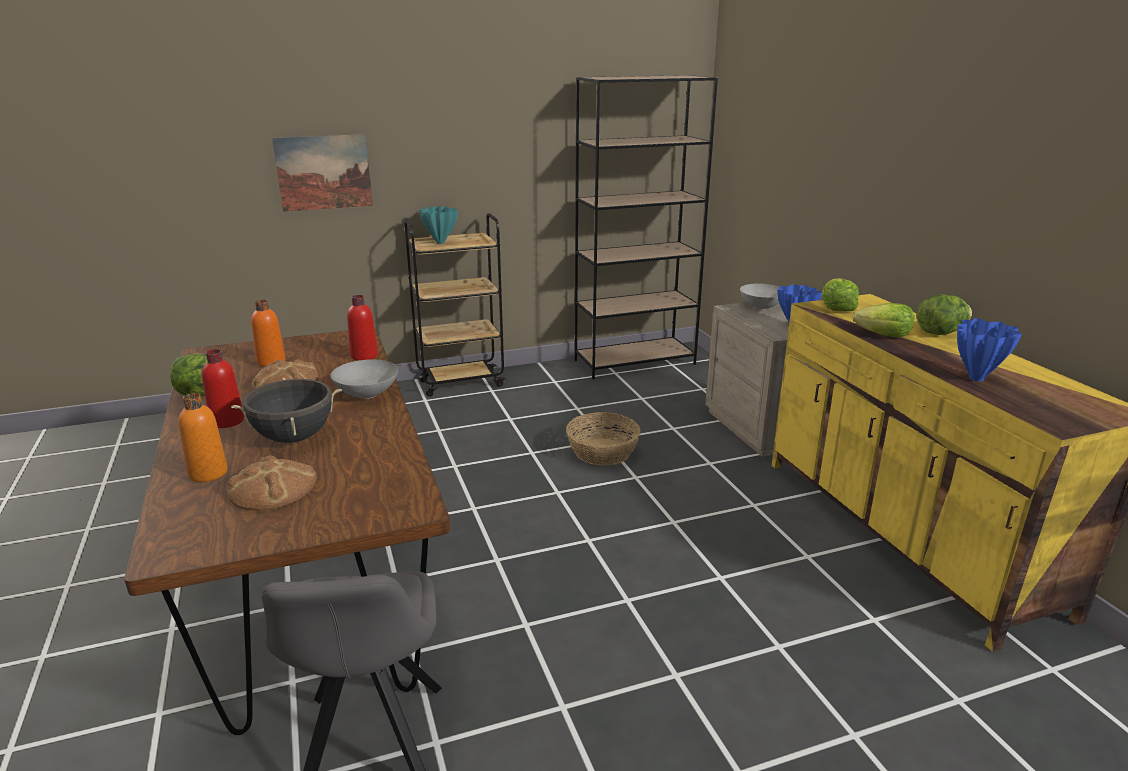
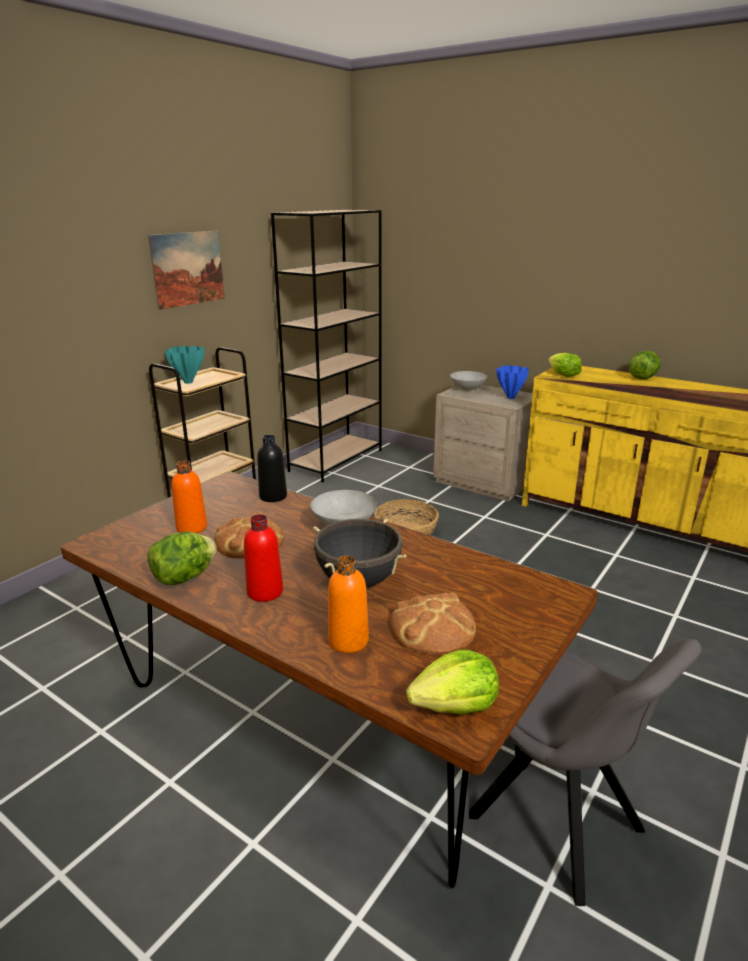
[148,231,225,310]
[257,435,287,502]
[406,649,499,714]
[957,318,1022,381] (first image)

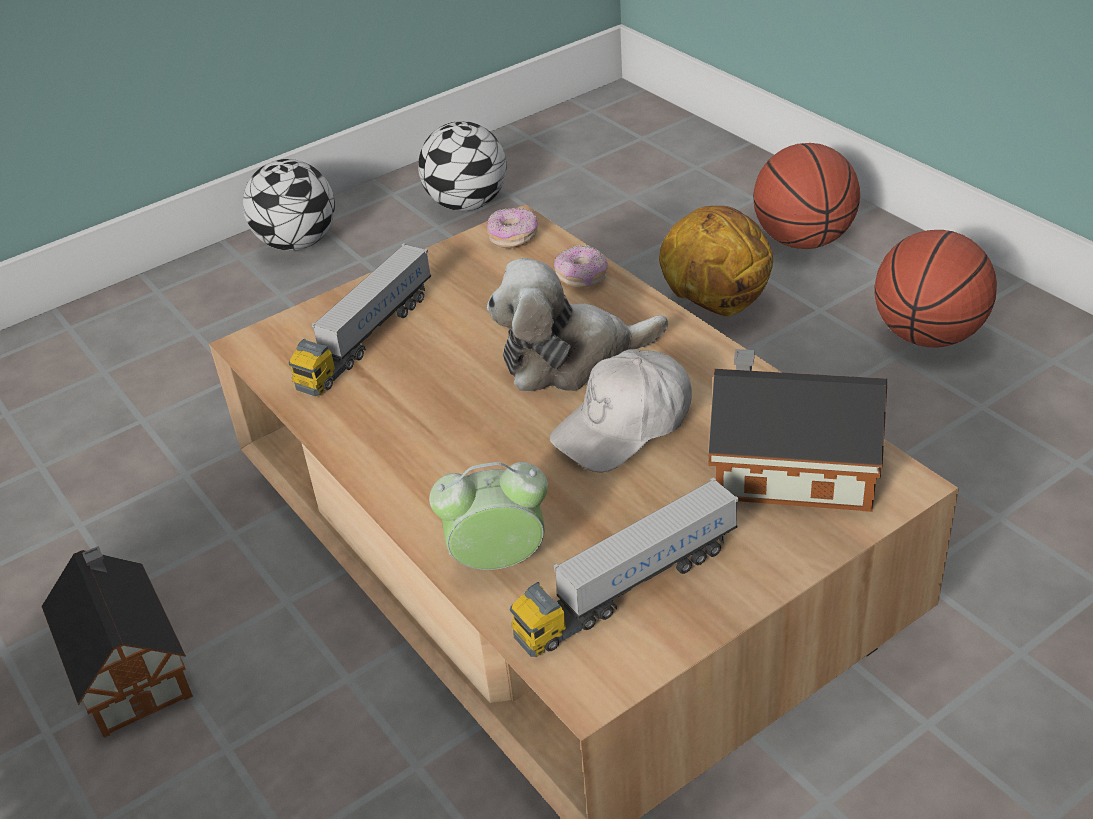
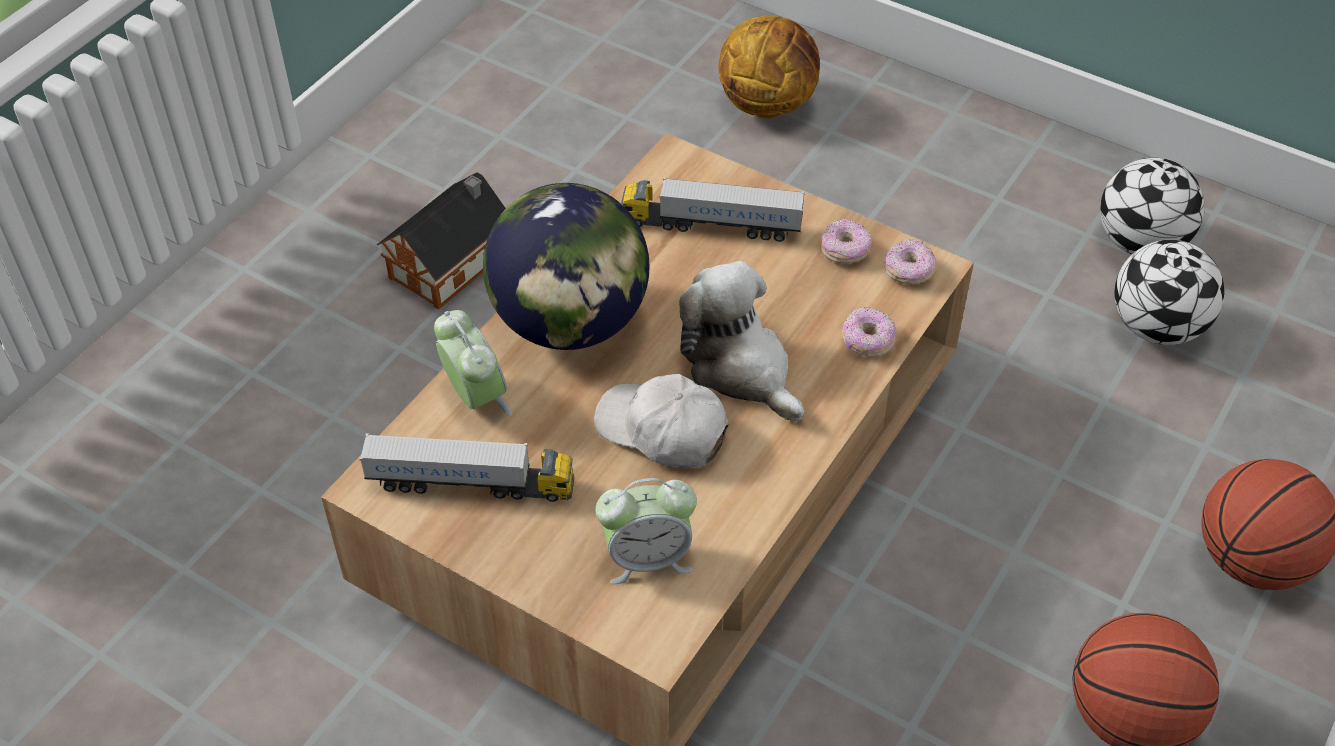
[359,433,574,502]
[483,183,649,350]
[595,478,697,584]
[718,15,820,118]
[821,219,872,264]
[1115,240,1224,345]

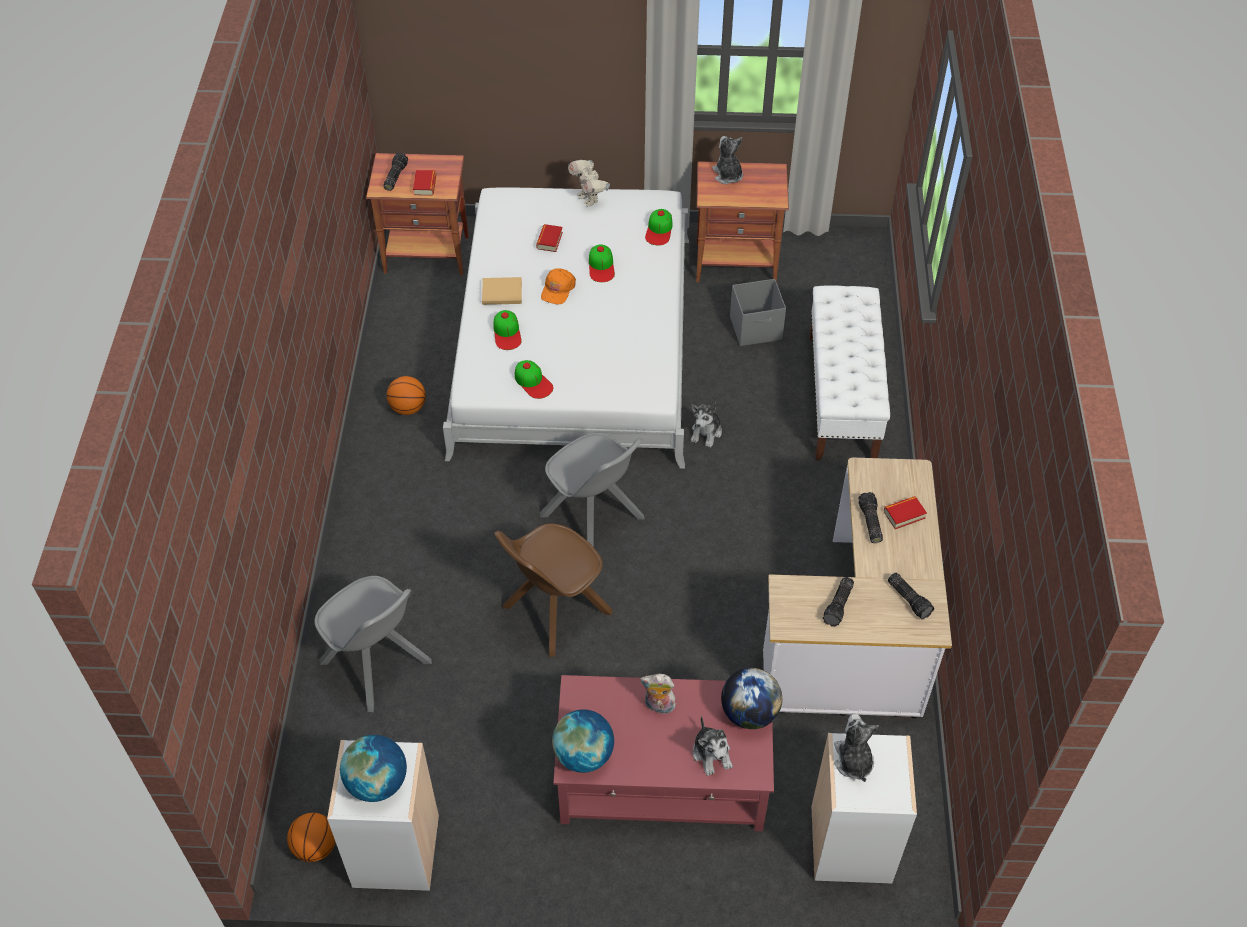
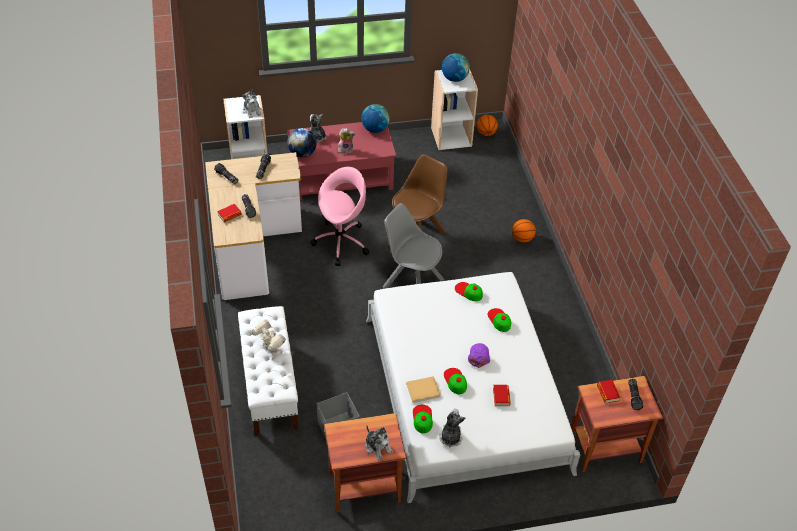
[251,319,286,354]
[310,167,369,266]
[406,376,441,403]
[439,409,466,448]
[468,343,490,368]
[512,219,536,243]
[314,576,432,712] (first image)

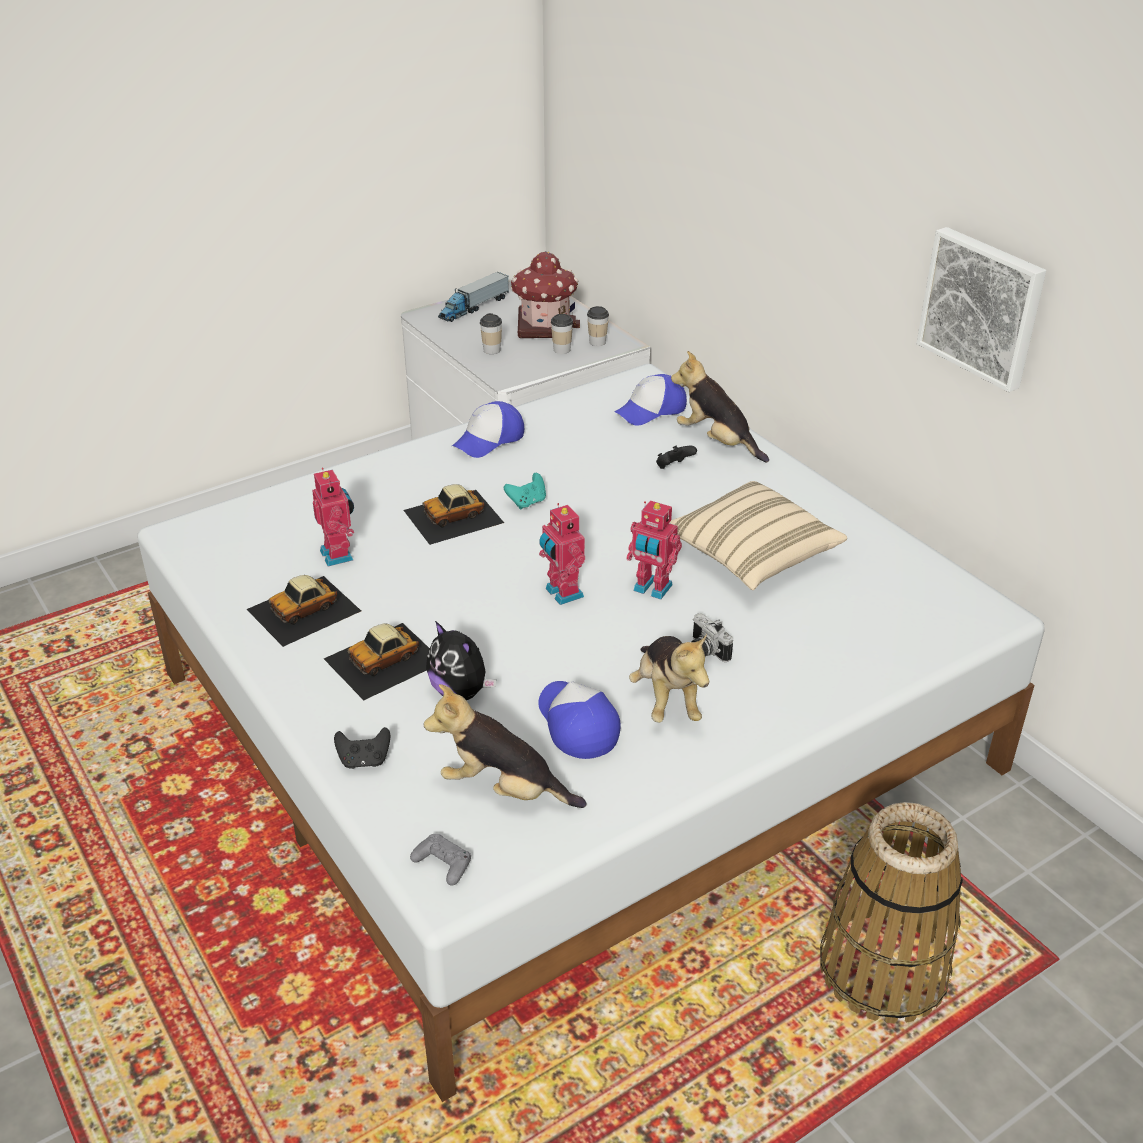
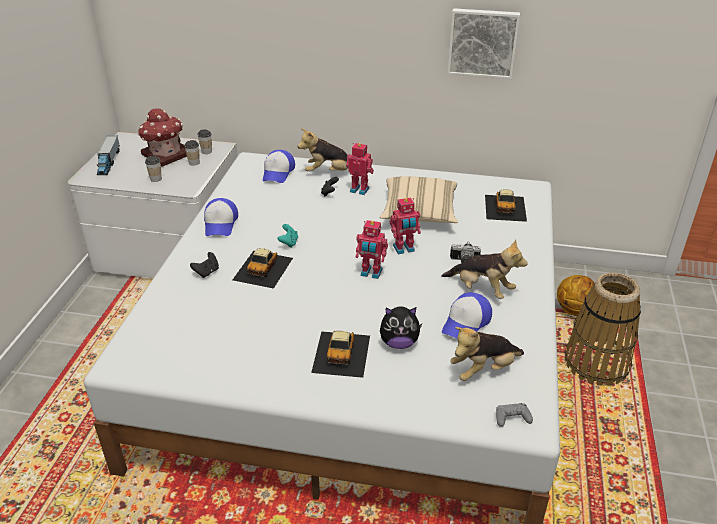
[190,252,219,278]
[346,143,374,195]
[442,292,492,339]
[485,189,527,222]
[557,275,594,316]

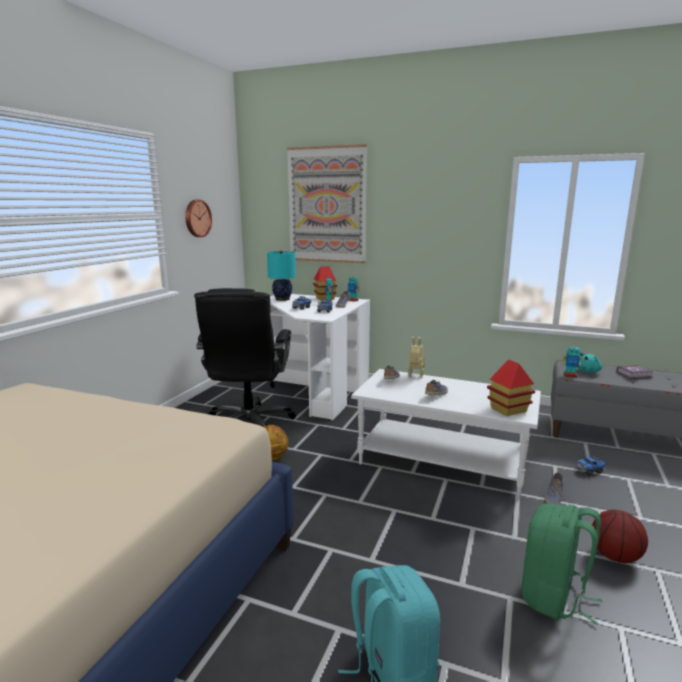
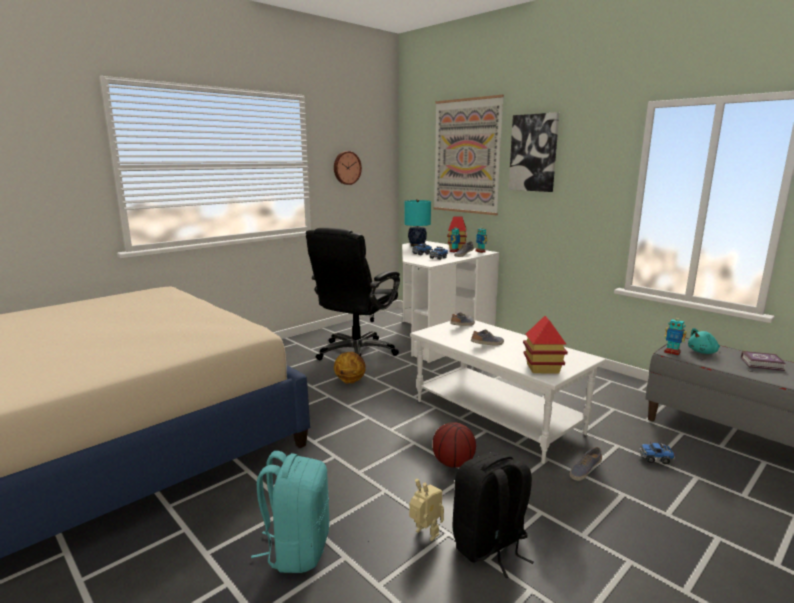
[409,479,444,541]
[432,422,476,468]
[453,452,534,578]
[509,112,559,192]

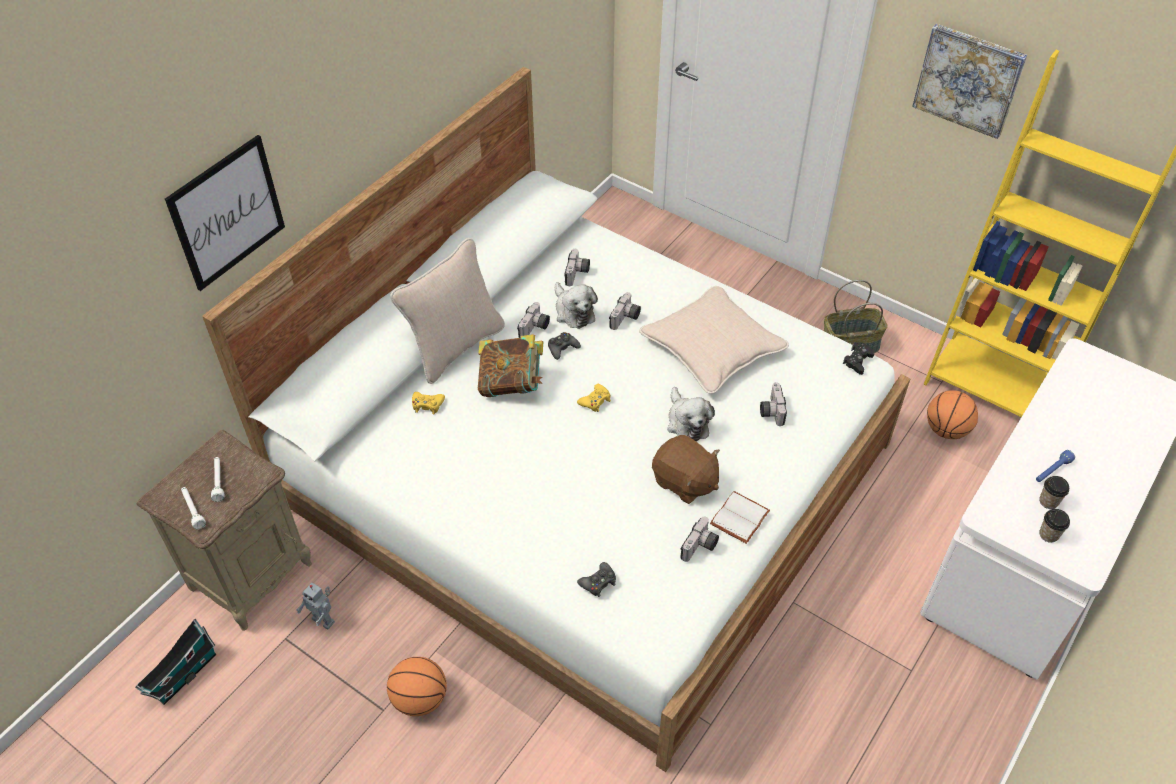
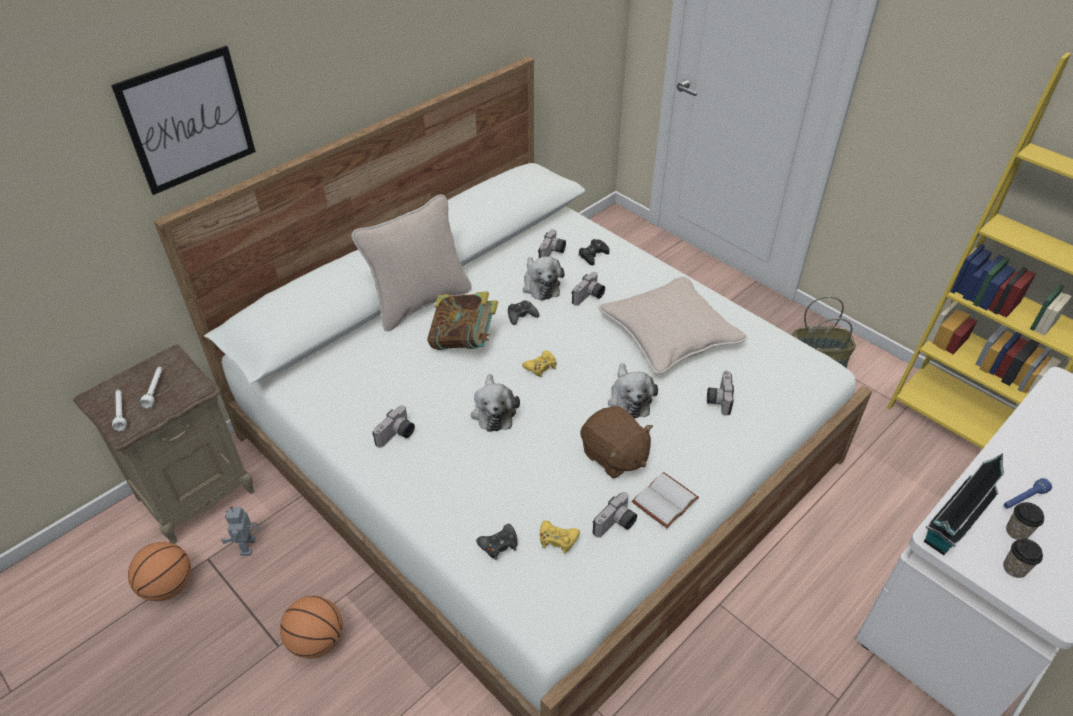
[128,542,191,601]
[221,506,259,556]
[372,405,415,448]
[471,374,520,432]
[540,521,580,554]
[579,239,609,266]
[923,453,1004,555]
[912,24,1027,139] (first image)

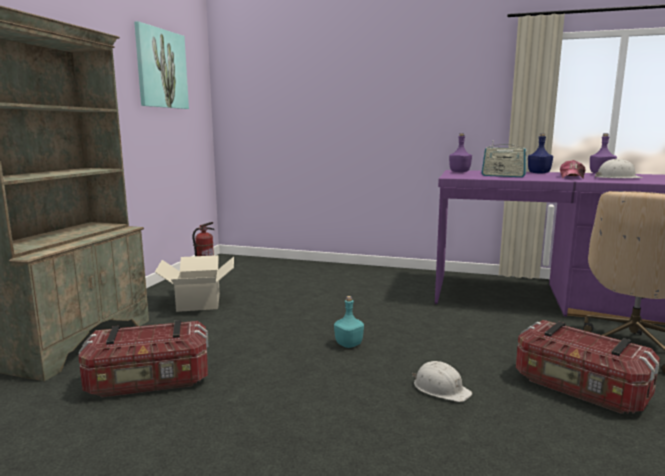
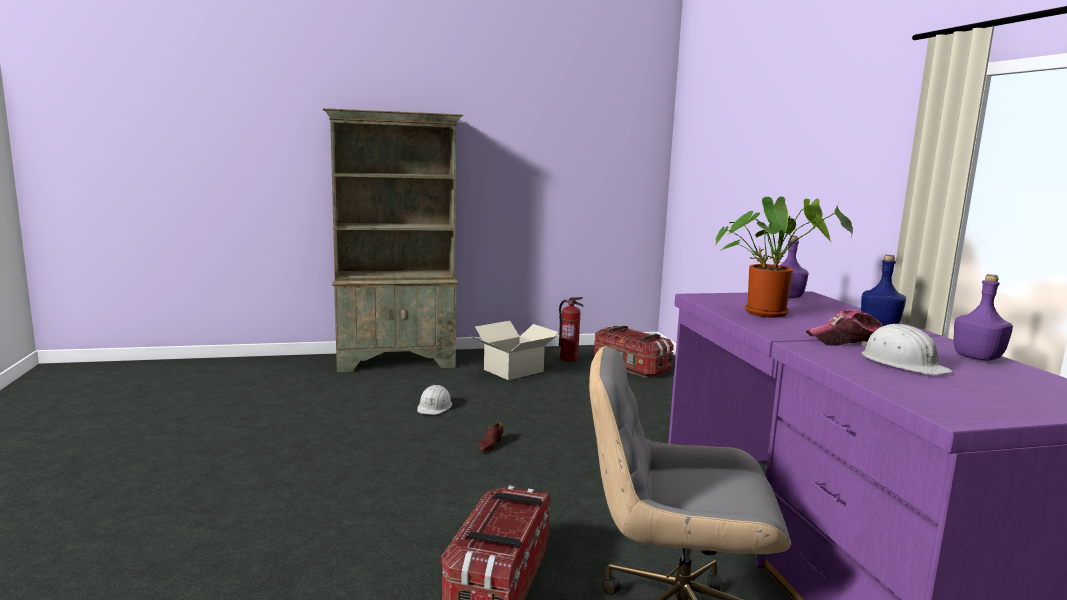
[417,385,452,415]
[479,422,503,452]
[594,325,674,378]
[716,196,853,318]
[134,21,189,109] (first image)

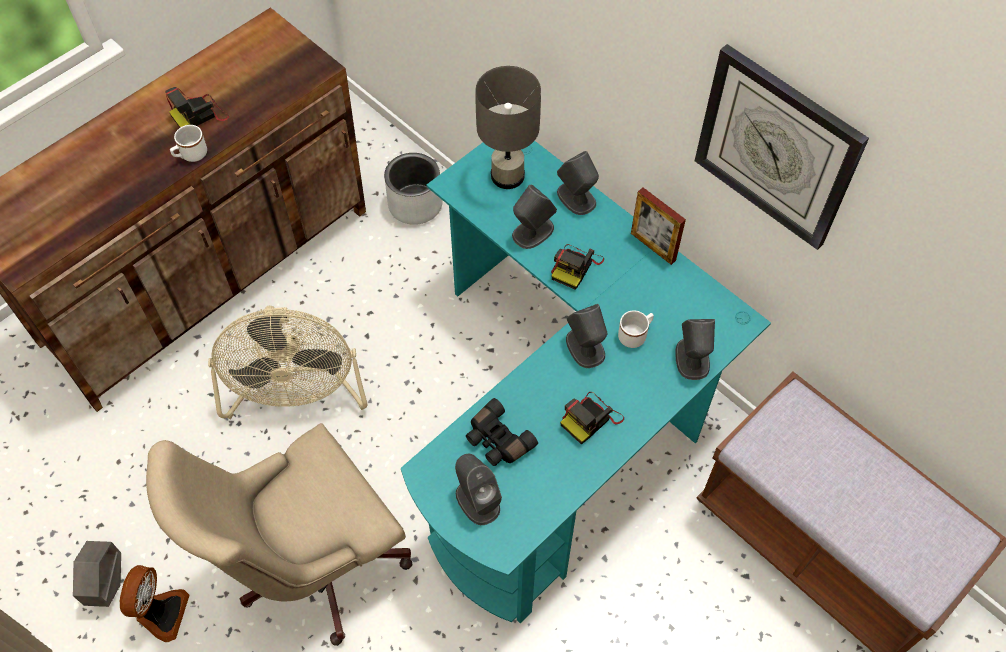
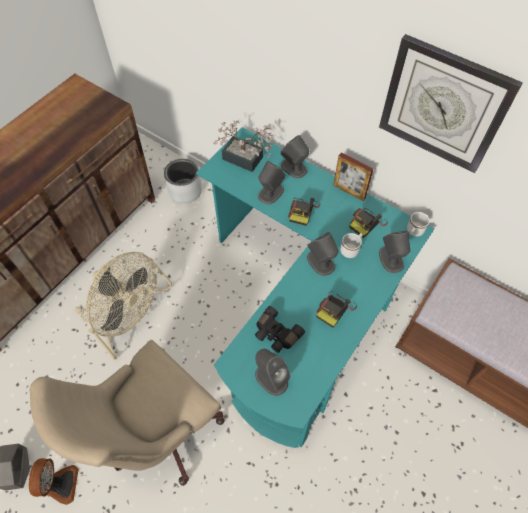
[75,252,172,360]
[213,120,276,172]
[349,208,388,238]
[407,212,430,236]

